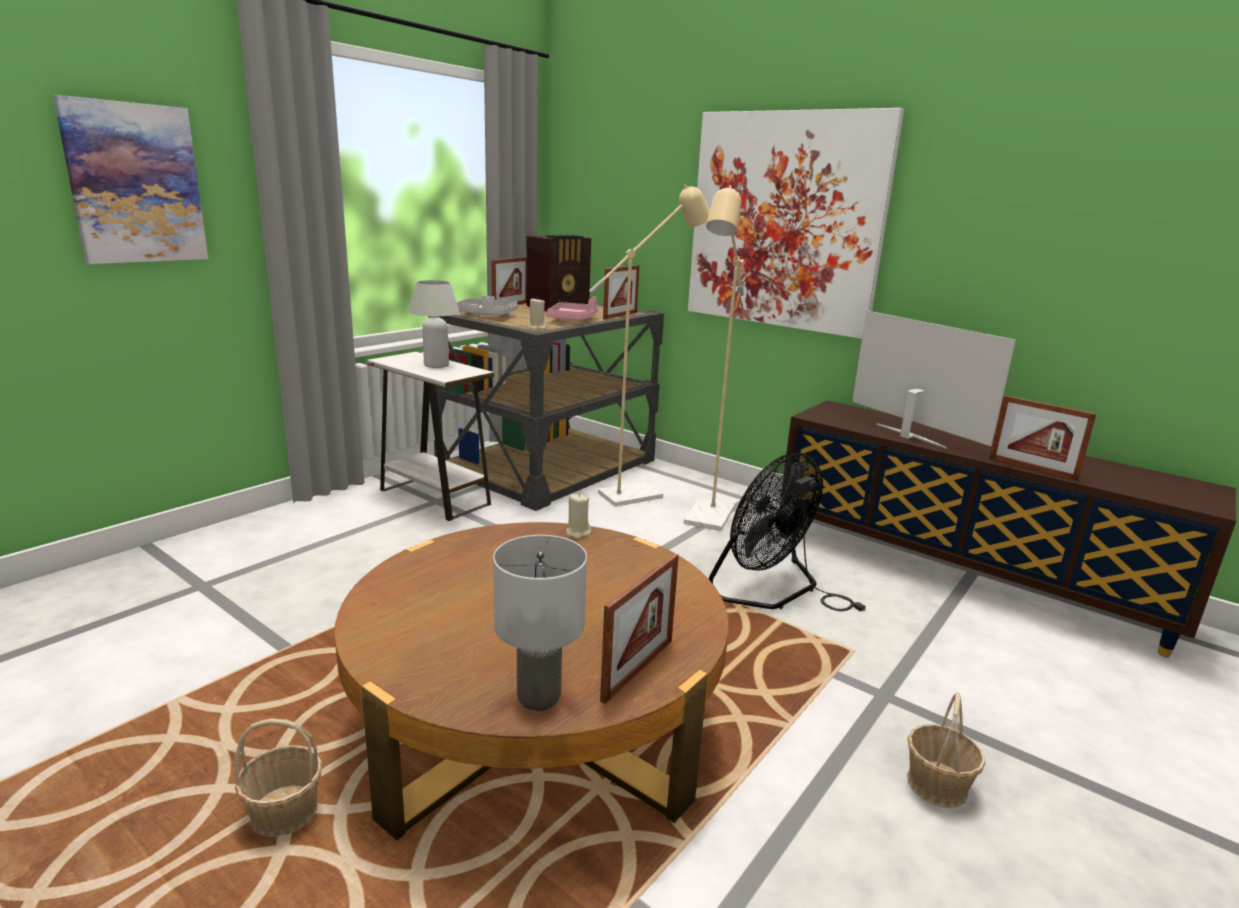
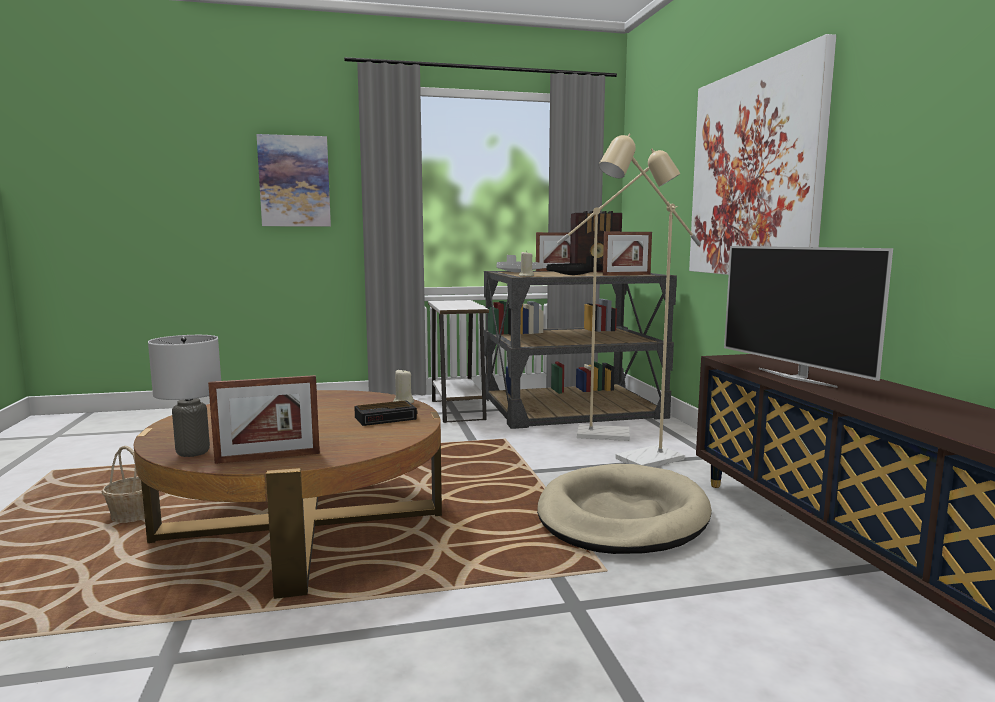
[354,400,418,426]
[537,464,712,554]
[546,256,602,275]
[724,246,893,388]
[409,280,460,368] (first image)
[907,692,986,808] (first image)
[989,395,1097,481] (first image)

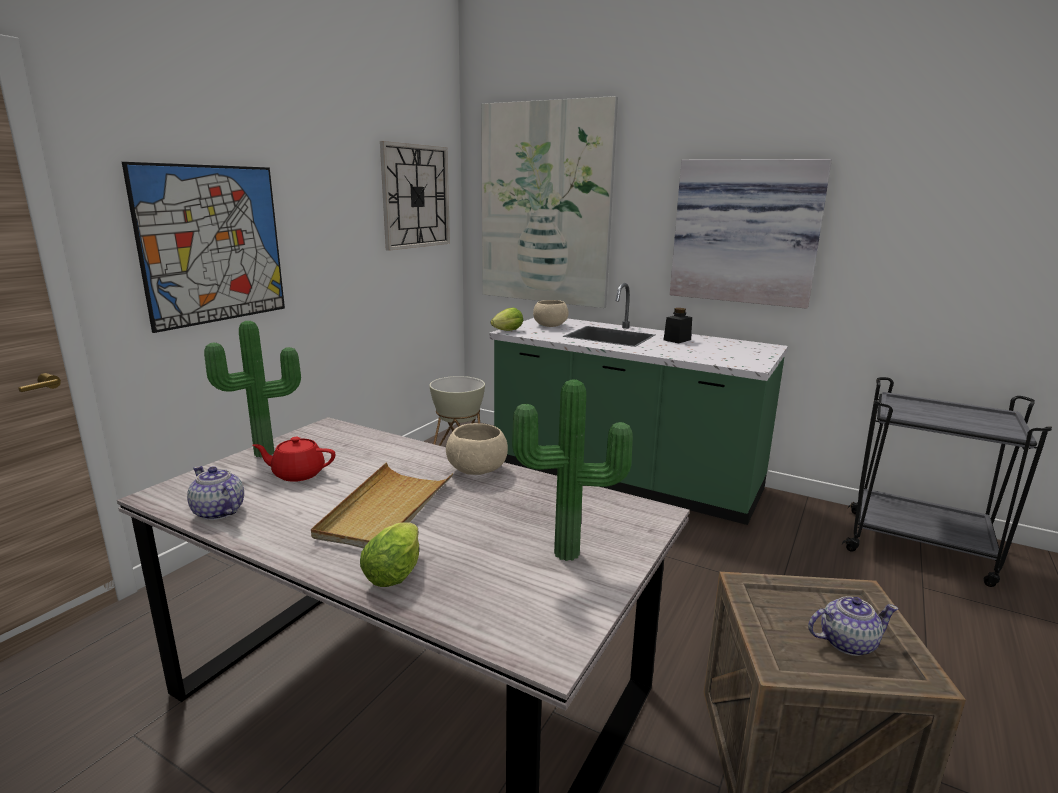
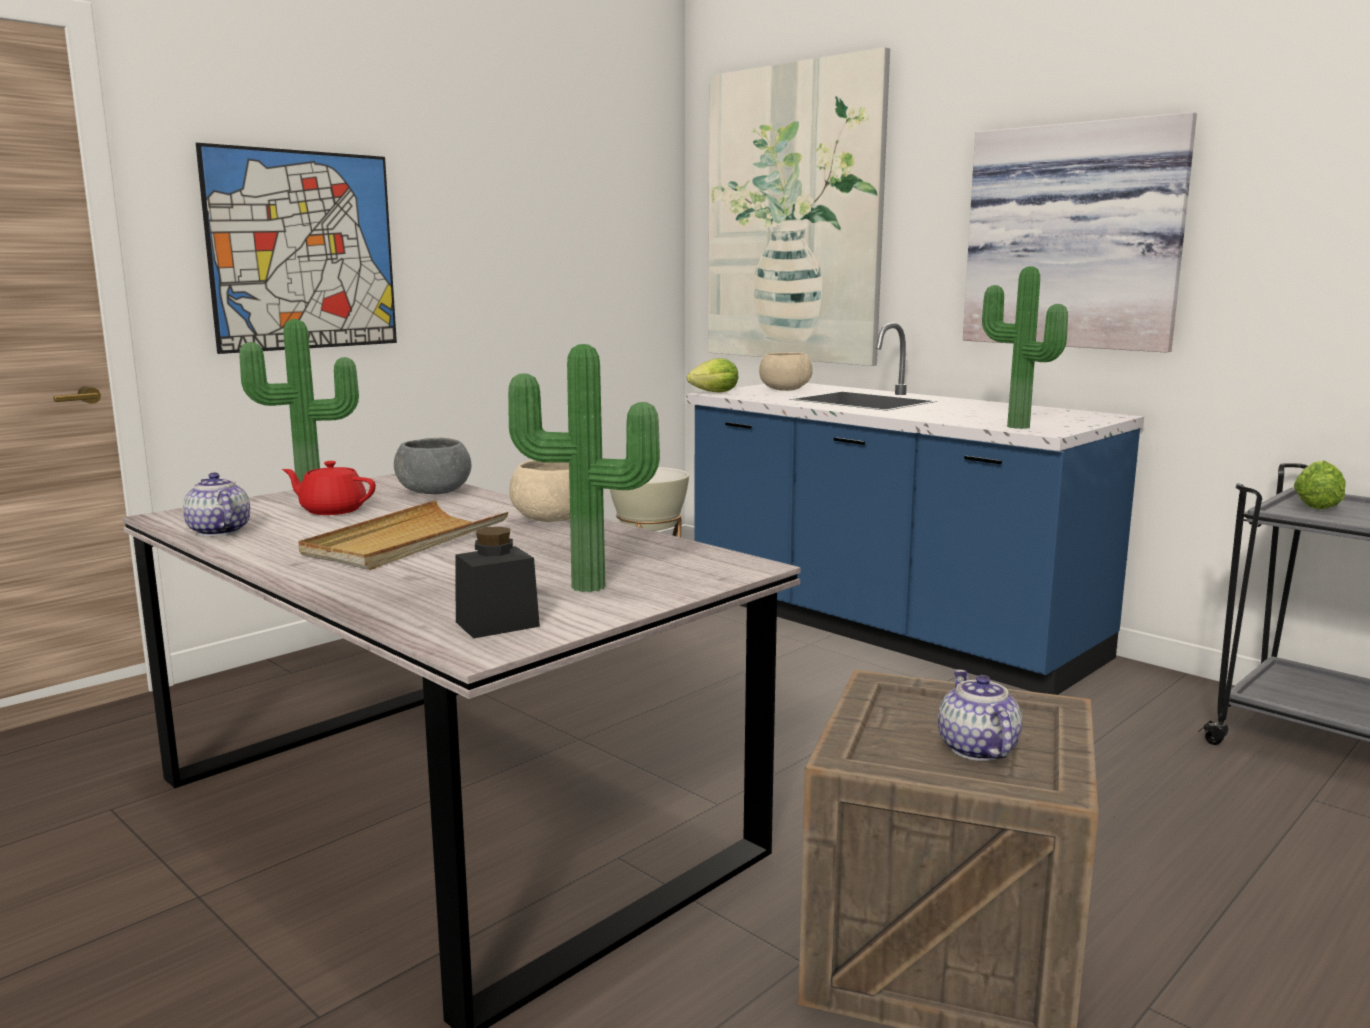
[394,438,471,494]
[455,527,540,639]
[686,322,1144,695]
[938,669,1022,761]
[982,266,1068,429]
[1294,460,1346,509]
[380,141,450,251] (first image)

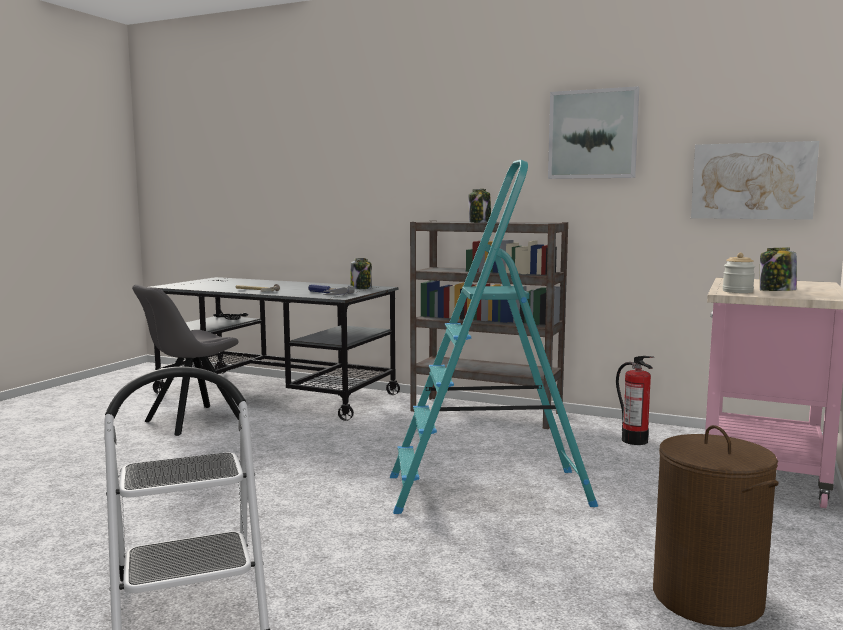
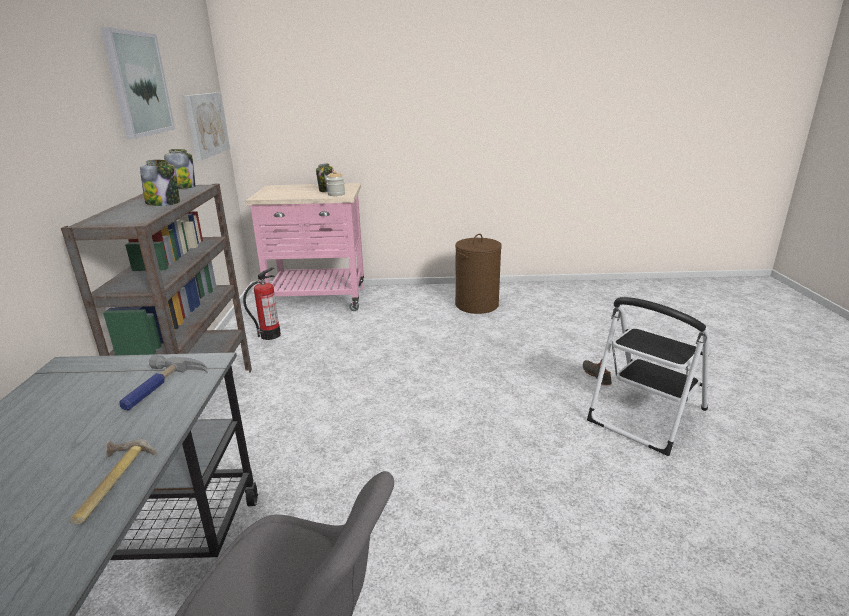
[164,149,195,189]
[583,359,612,385]
[390,160,598,514] (first image)

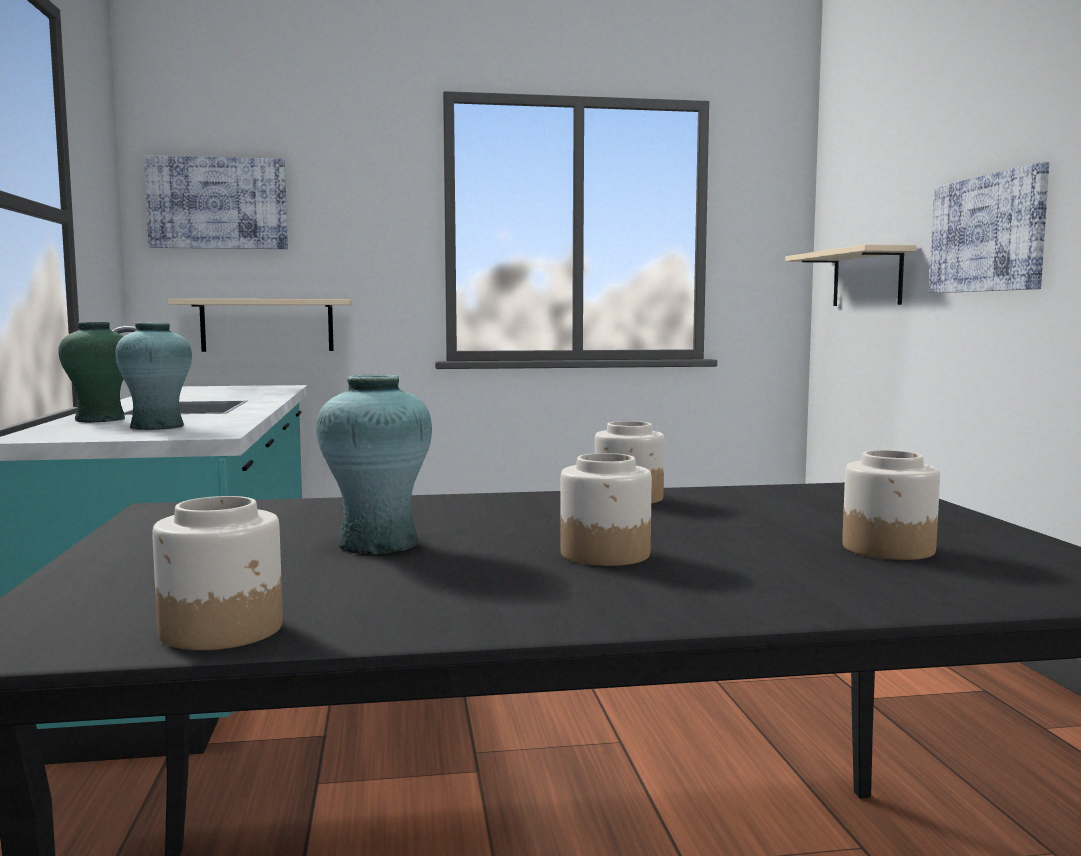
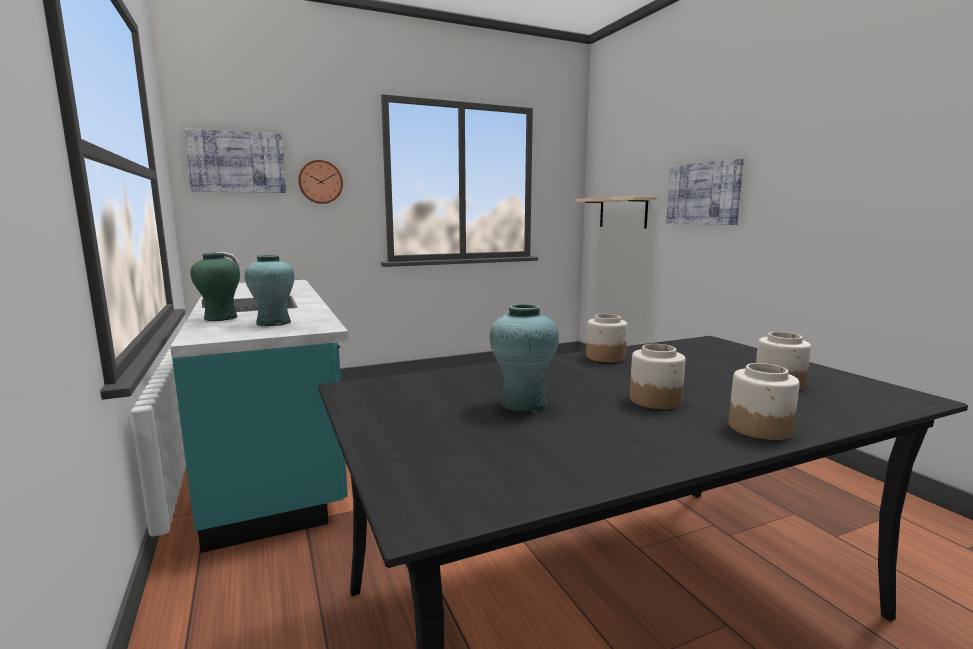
[298,160,343,204]
[729,363,800,440]
[168,299,352,352] (first image)

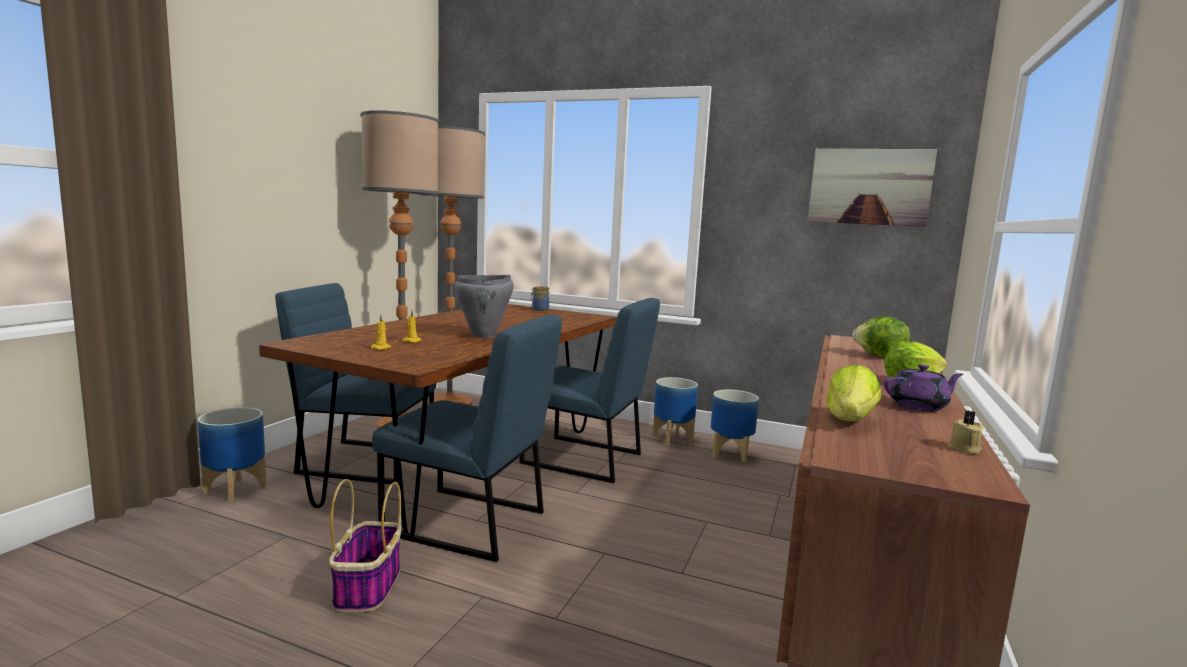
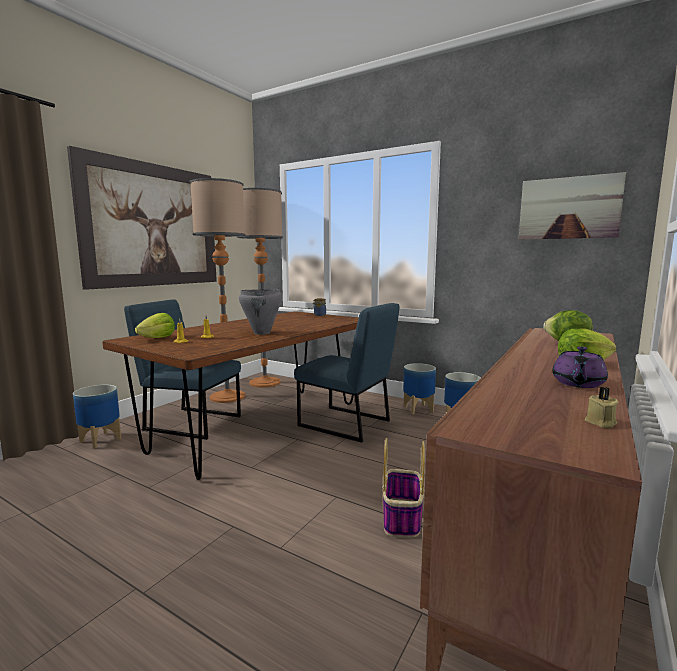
[67,146,217,290]
[135,313,175,338]
[382,438,425,538]
[552,347,608,388]
[372,315,562,562] (first image)

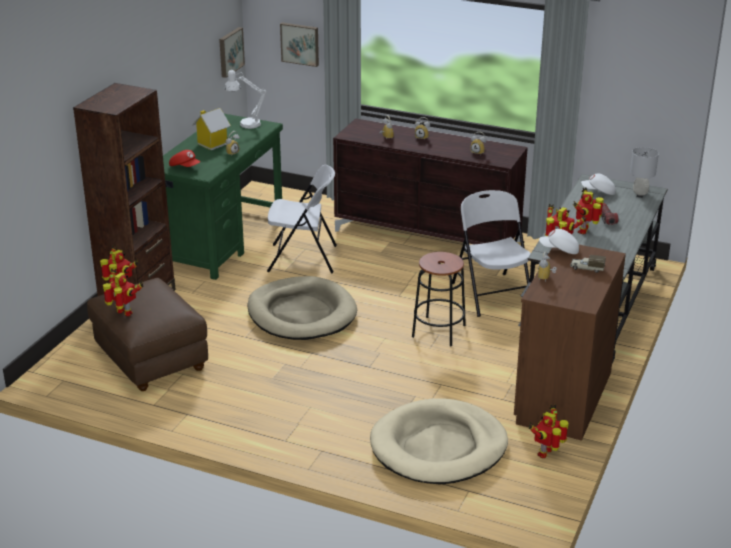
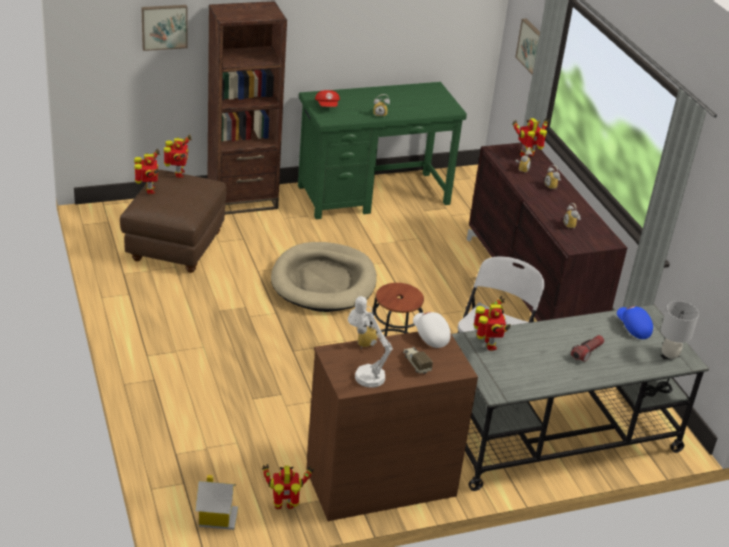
[141,5,188,51]
[195,475,238,530]
[348,296,393,388]
[512,118,549,157]
[617,306,653,339]
[267,165,337,273] (first image)
[370,398,508,484] (first image)

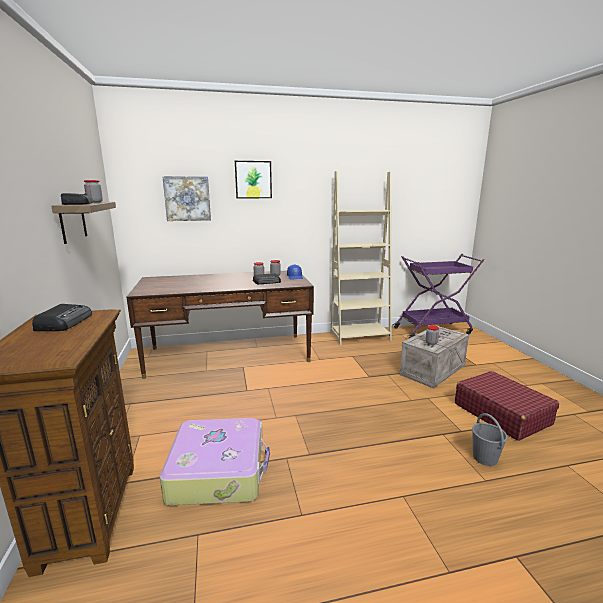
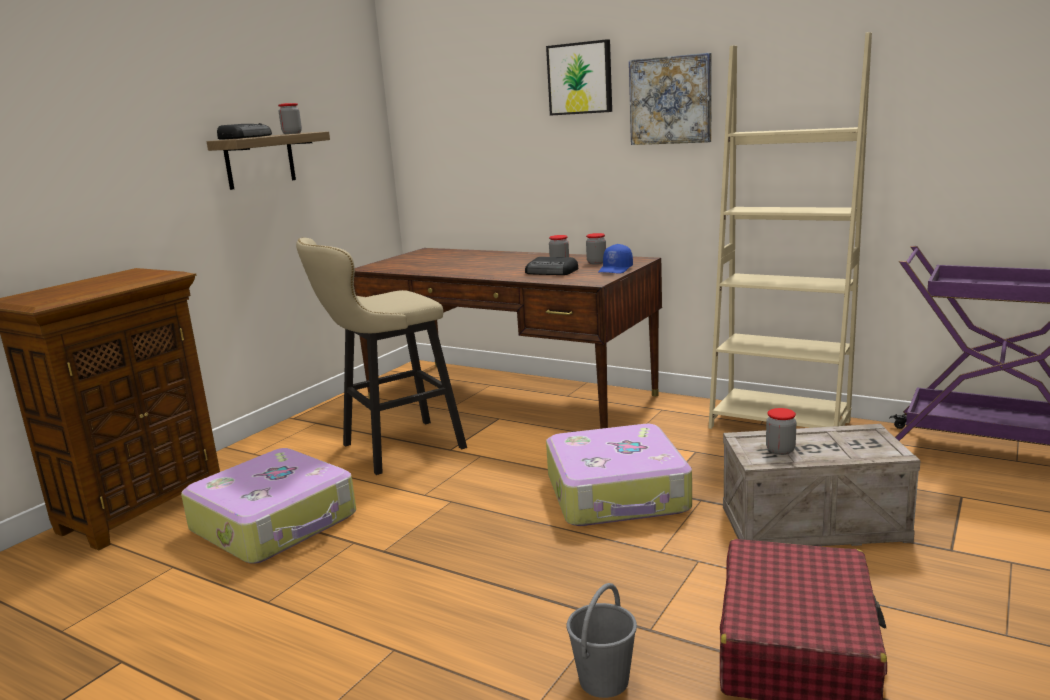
[296,238,467,475]
[546,424,692,526]
[629,53,711,145]
[32,304,92,331] (first image)

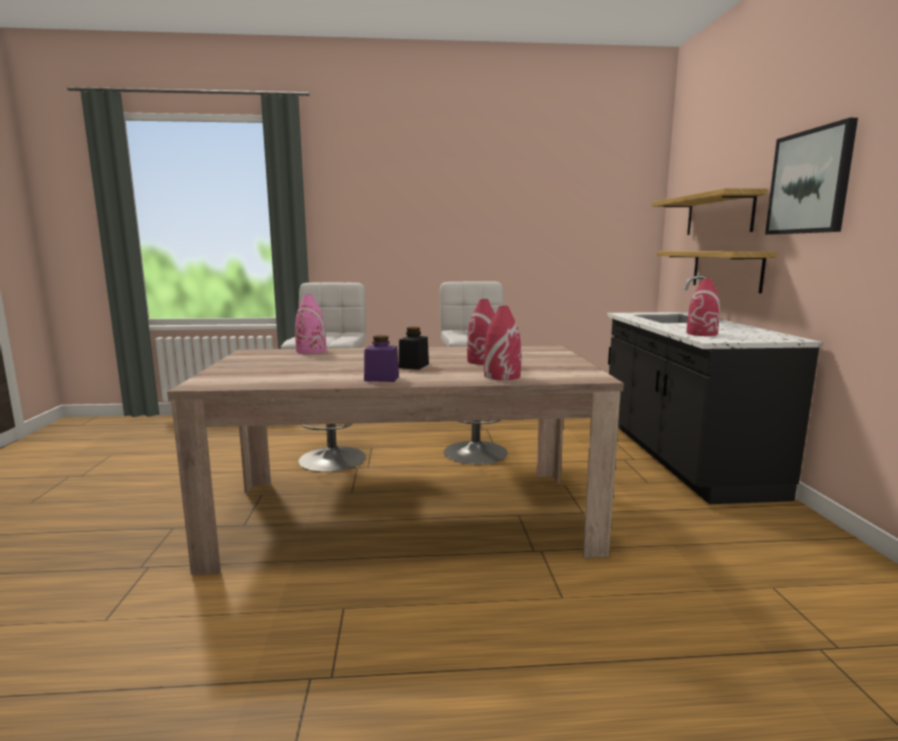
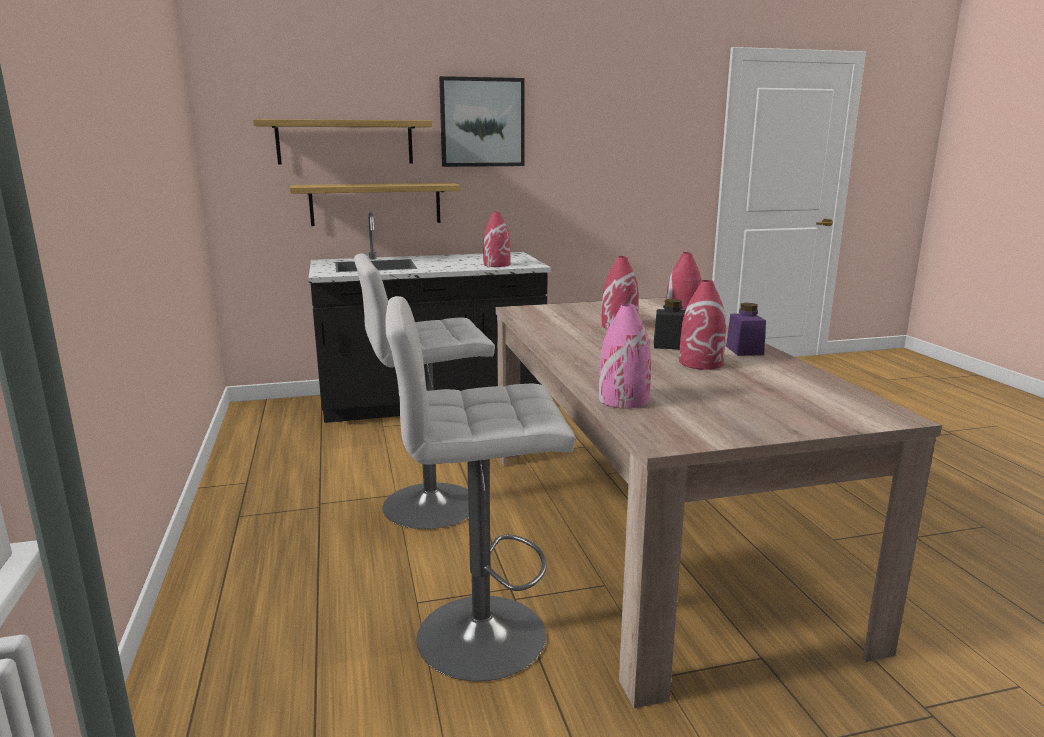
[679,280,726,370]

